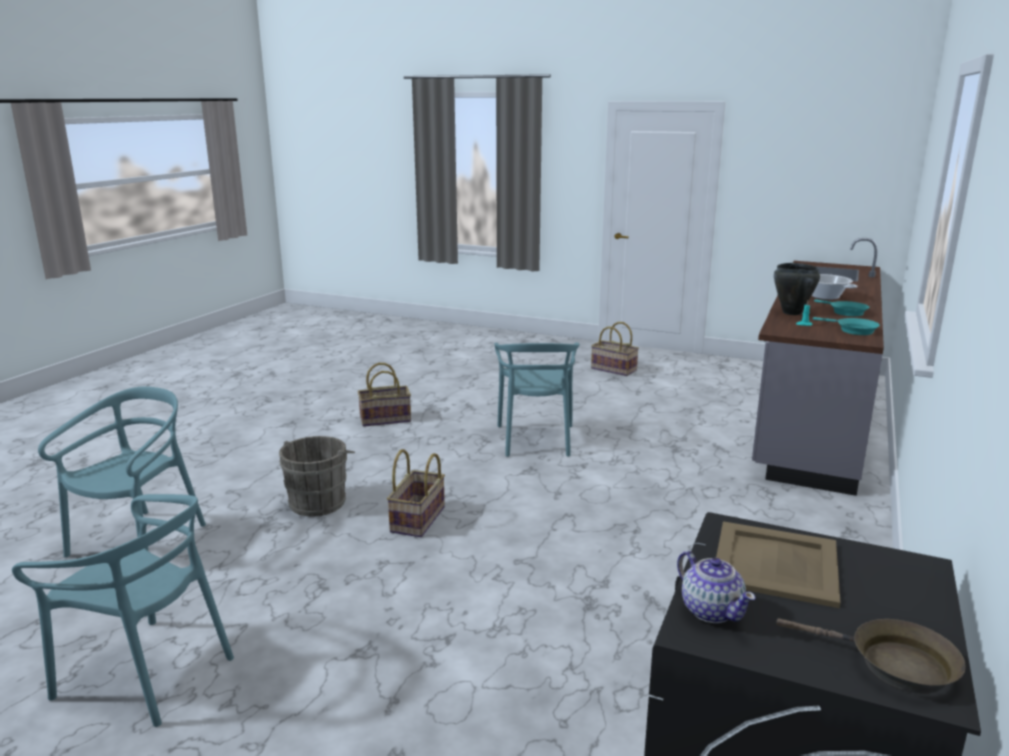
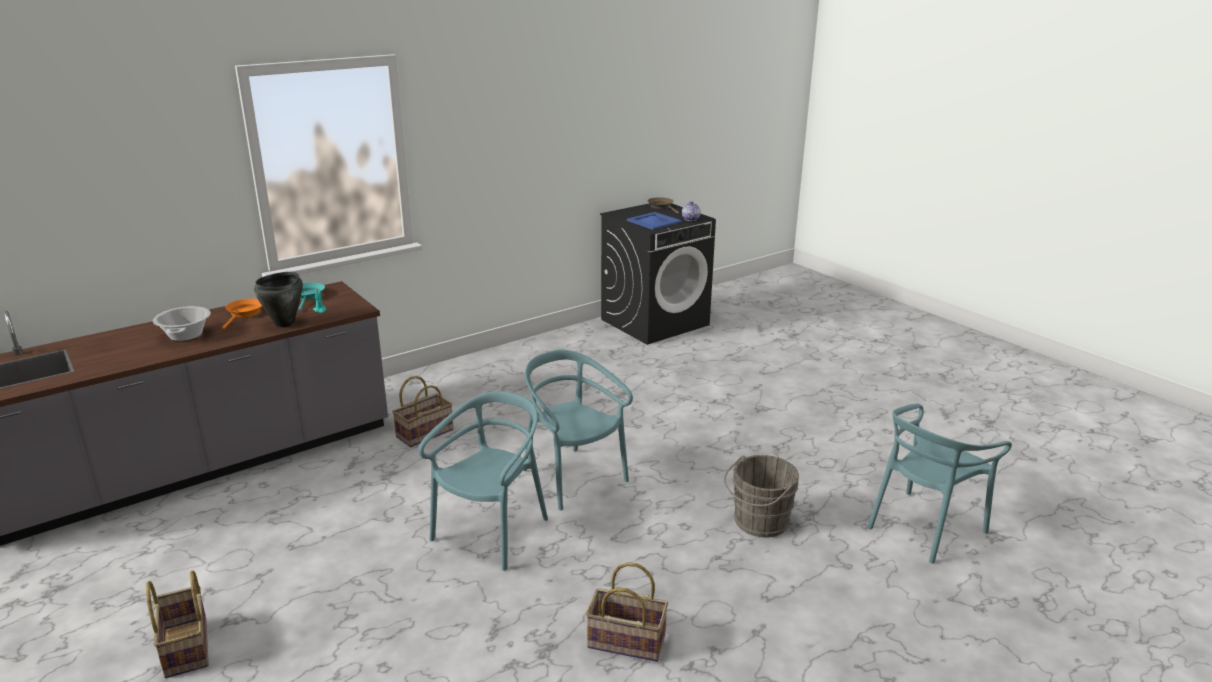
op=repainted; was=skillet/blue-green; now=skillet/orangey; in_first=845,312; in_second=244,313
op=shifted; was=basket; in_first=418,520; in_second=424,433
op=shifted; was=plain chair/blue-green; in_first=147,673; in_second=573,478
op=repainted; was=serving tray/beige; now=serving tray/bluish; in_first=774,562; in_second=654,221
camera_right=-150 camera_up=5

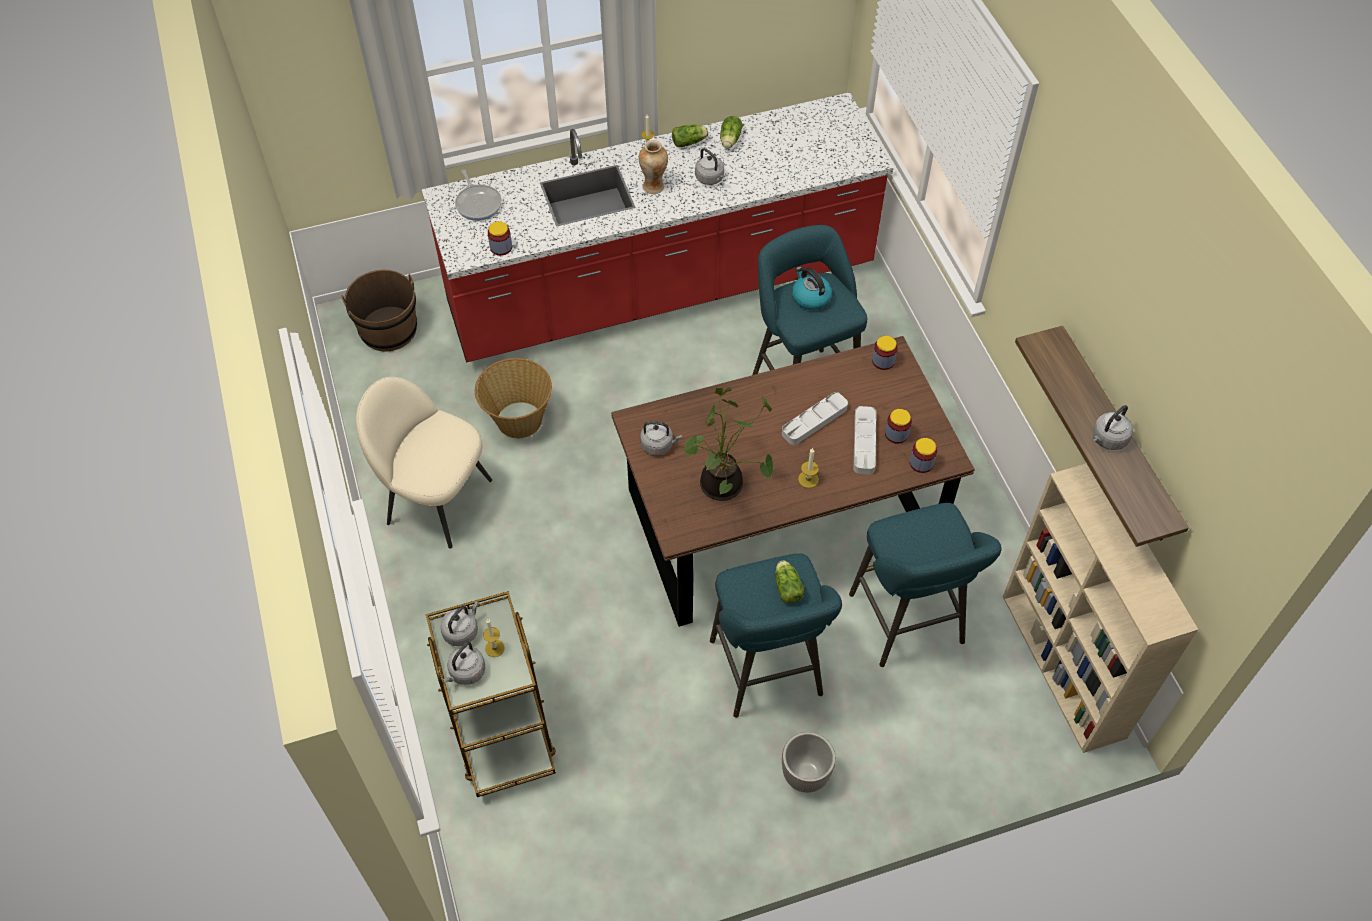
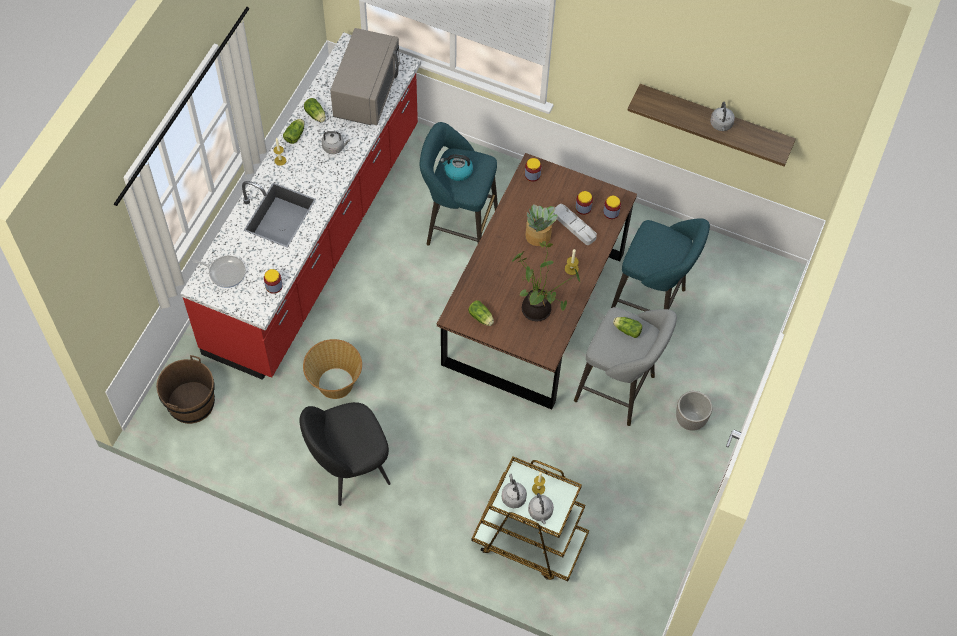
op=gone; was=flower vase; in_first=653,186
op=repainted; was=plain chair/beige; now=plain chair/black; in_first=436,500; in_second=349,467
op=swapped; was=serving tray/gray; now=plant in a pot; in_first=814,421; in_second=538,236
op=swapped; was=tea kettle/gray; now=lettuce head; in_first=658,445; in_second=481,318
op=gone; was=bookcase/beige; in_first=1064,667
op=repainted; was=stool/blue-green; now=stool/gray; in_first=768,674; in_second=619,390
op=new; now=microwave/gray; in_second=366,92
camera_right=-50 camera_up=5

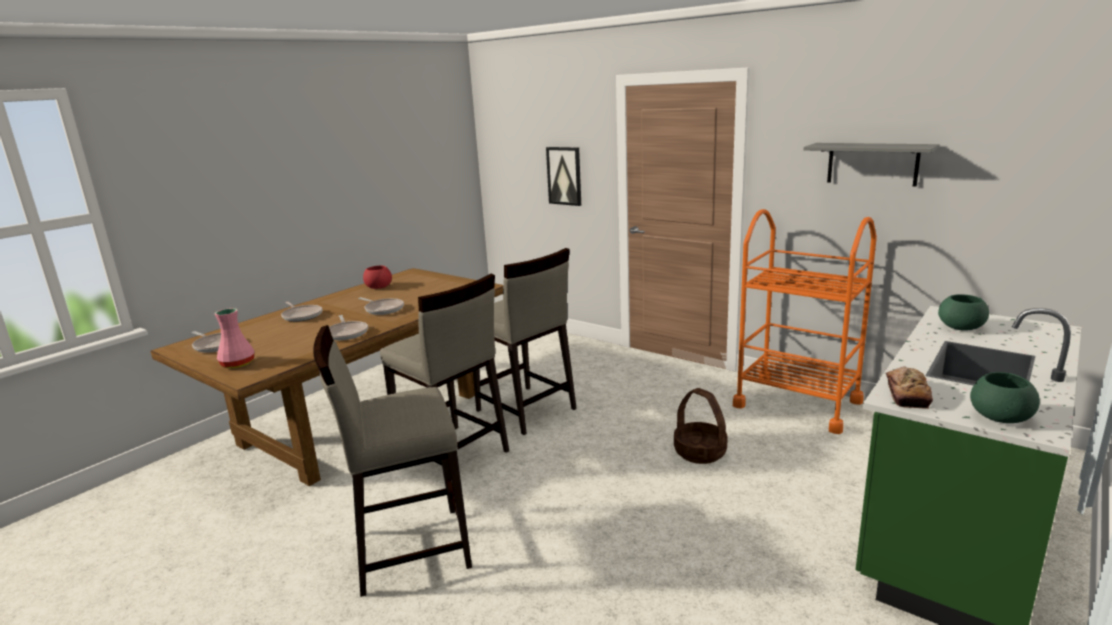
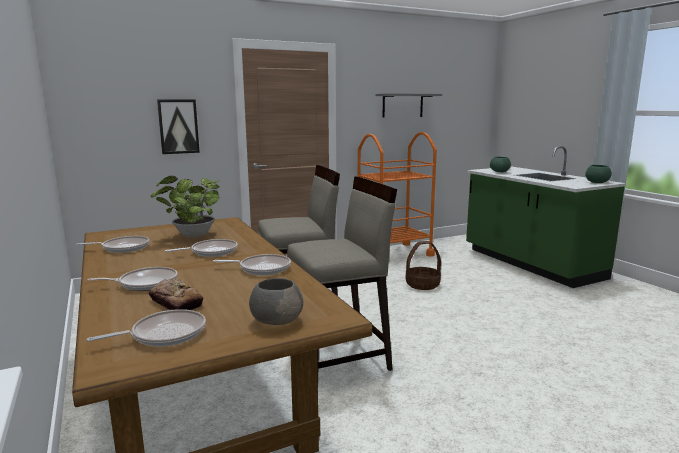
op=swapped; was=deep dish/red-coloured; now=skillet; in_first=379,287; in_second=123,248
op=swapped; was=flower vase/pink-coloured; now=deep dish/gray; in_first=239,364; in_second=277,320
op=gone; was=stool/beige; in_first=409,549
op=shifted; was=baked bread; in_first=907,394; in_second=176,303
op=new; now=plant in a pot; in_second=192,236
camera_right=-65 camera_up=-5

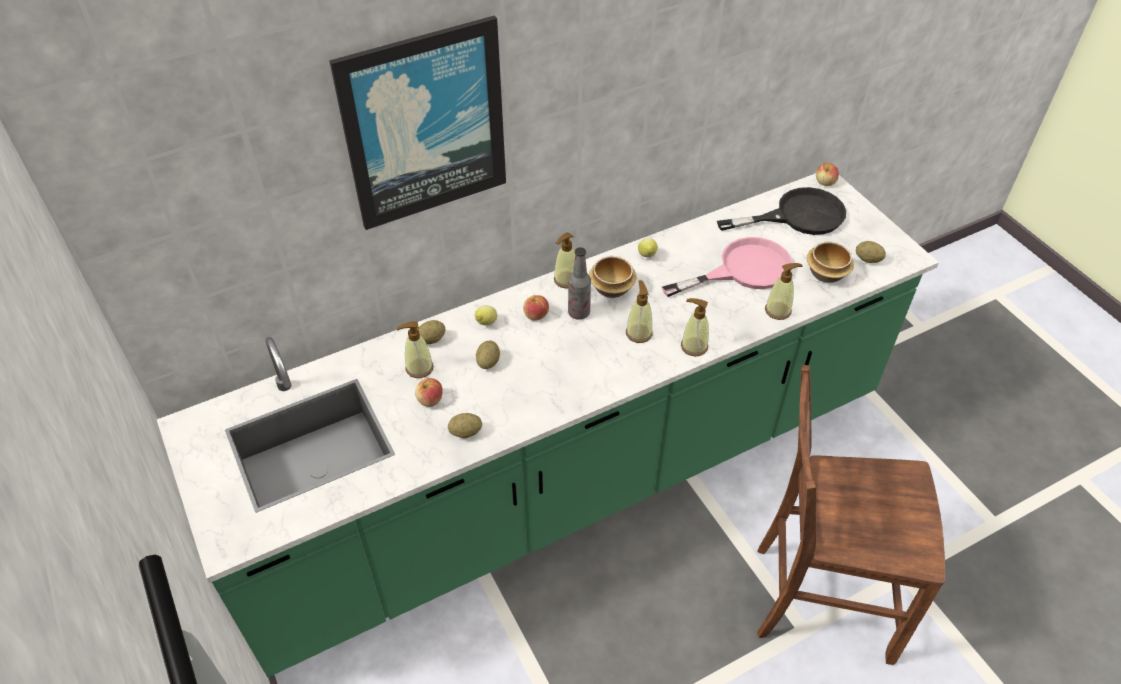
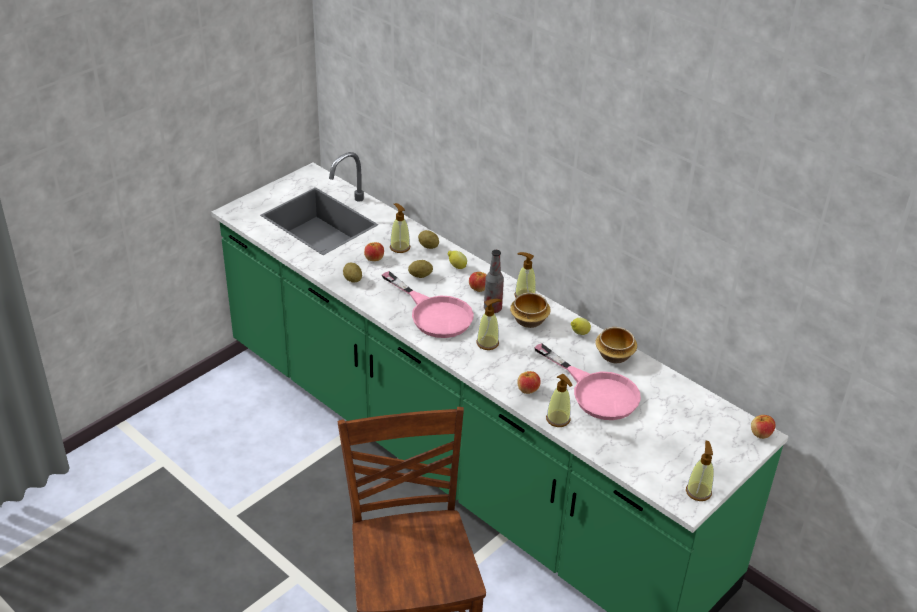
op=gone; was=picture; in_first=424,124
op=gone; was=skillet/black; in_first=797,216
op=shifted; was=deep dish; in_first=826,273; in_second=615,355
op=gone; was=spud; in_first=868,259
op=shifted; was=soap dispenser; in_first=694,346; in_second=698,491
op=new; now=skillet/pink-coloured; in_second=434,313
op=new; now=apple fruit; in_second=527,389
camera_right=70 camera_up=-10

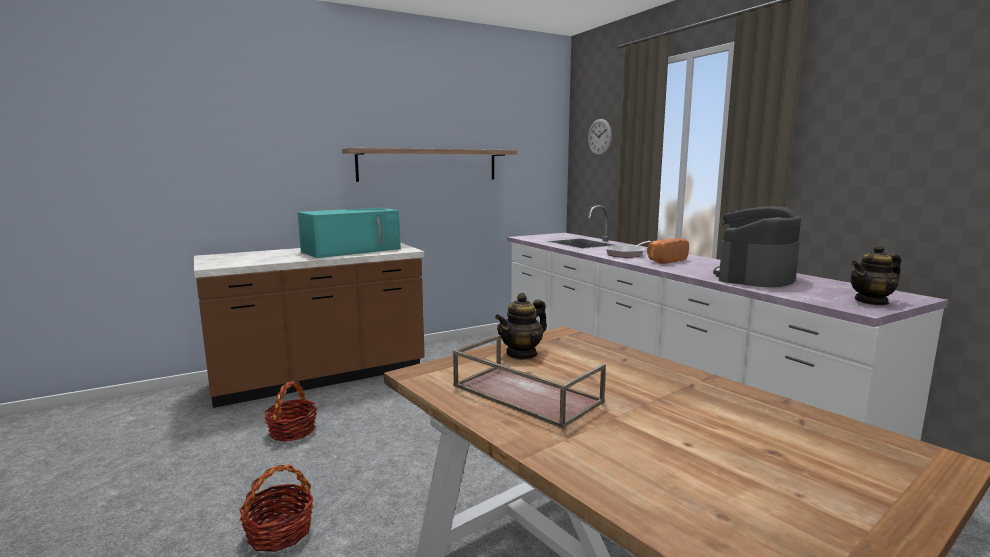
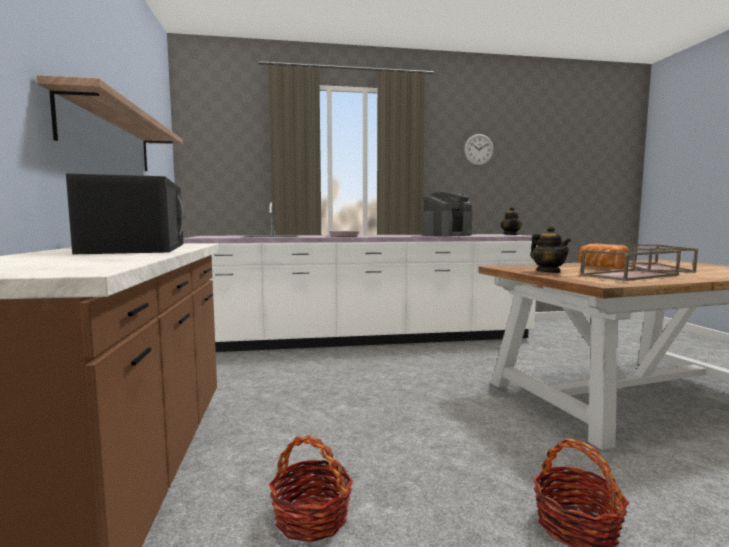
op=shifted; was=clock on the wall; in_first=599,137; in_second=478,149
op=rotated; was=coffee brewer; in_first=754,277; in_second=447,235; clockwise=-105
op=repainted; was=microwave/blue-green; now=microwave/black; in_first=352,250; in_second=137,248
op=shifted; was=baked bread; in_first=665,261; in_second=599,268
op=new; now=serving tray/brownish; in_second=654,267
camera_right=-70 camera_up=-5

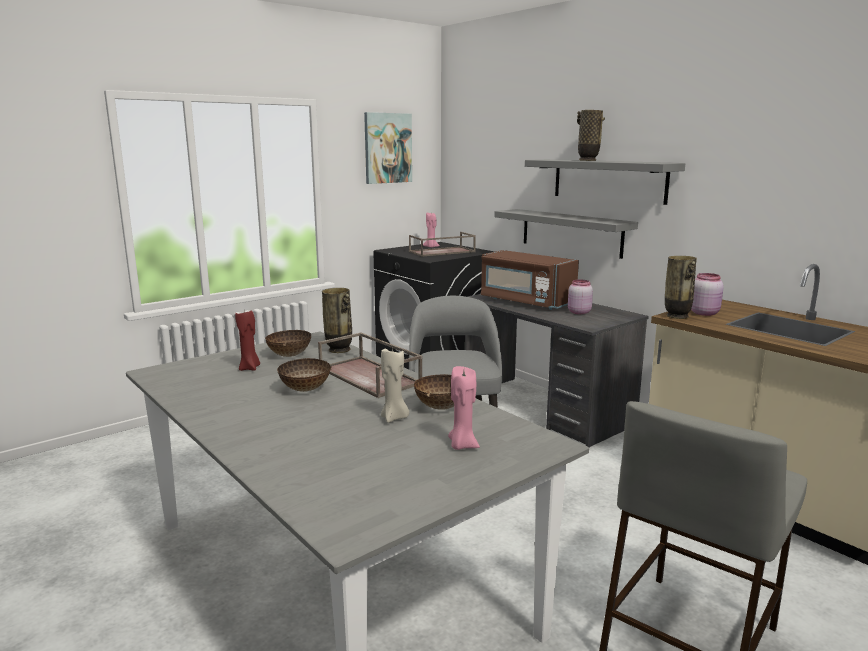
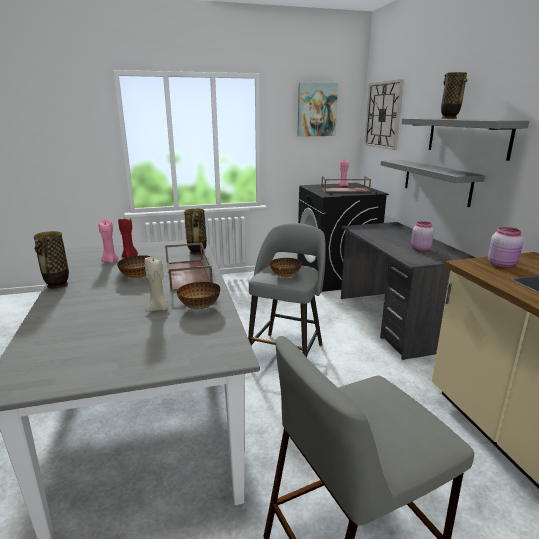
op=gone; was=microwave/brownish; in_first=525,302
op=shifted; was=flower vase; in_first=677,316; in_second=57,286
op=shifted; was=deep dish; in_first=289,355; in_second=285,276
op=shifted; was=wax candle/pink-coloured; in_first=462,445; in_second=110,261
op=new; now=clock on the wall; in_second=383,115
camera_right=25 camera_up=5

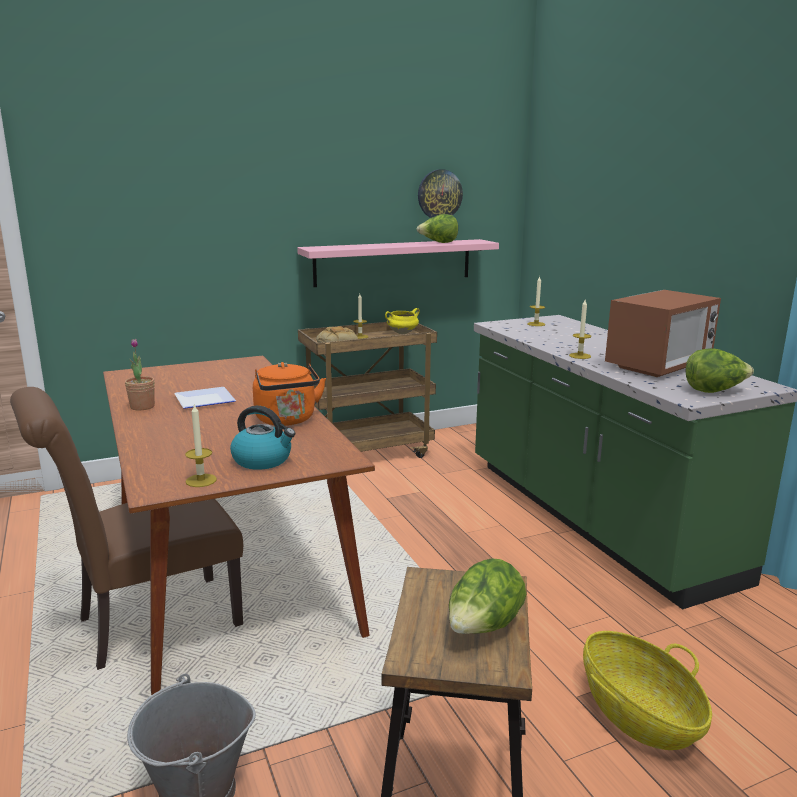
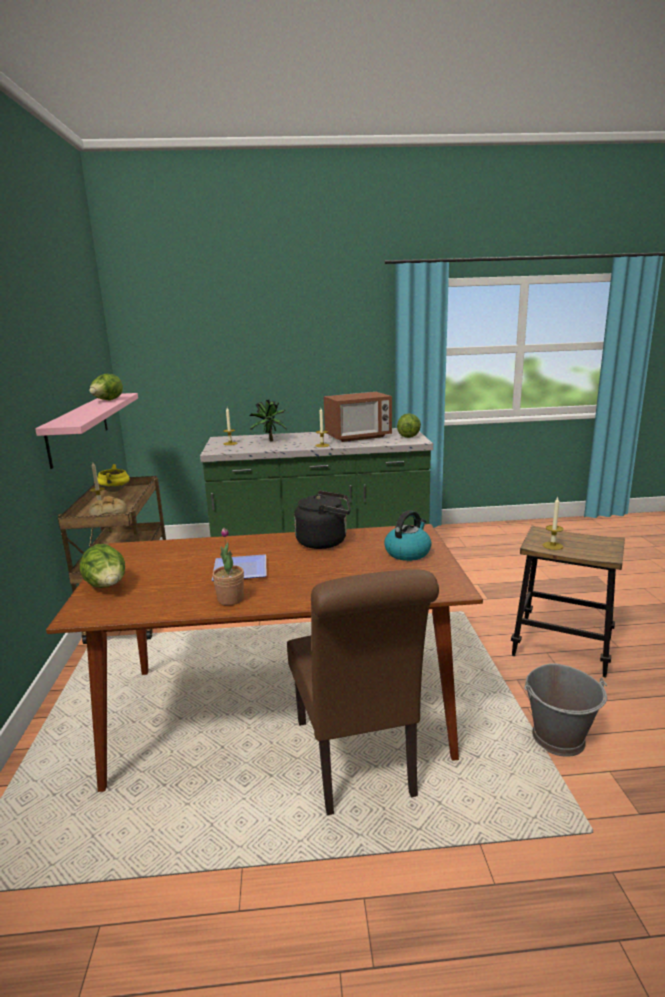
op=gone; was=clock on the wall; in_first=439,194
op=rotated; was=microwave; in_first=658,366; in_second=358,437; clockwise=90
op=repainted; was=tea kettle/orangey; now=tea kettle/black; in_first=287,420; in_second=325,541
op=shifted; was=wax candle; in_first=201,480; in_second=552,546
op=shifted; was=lettuce head; in_first=483,628; in_second=107,587
op=gone; was=basket; in_first=638,714
op=new; now=plant in a pot; in_second=270,441
camera_right=-70 camera_up=0

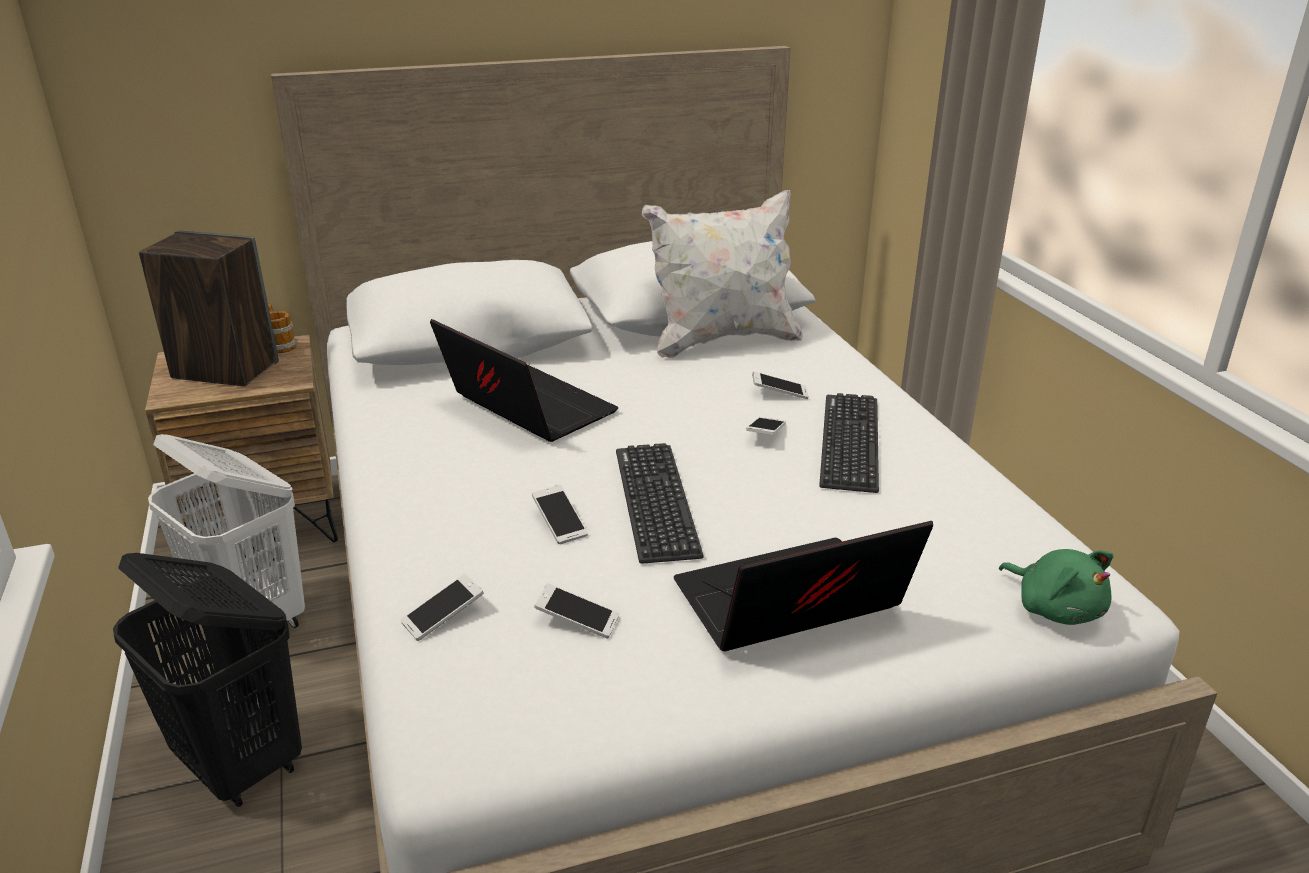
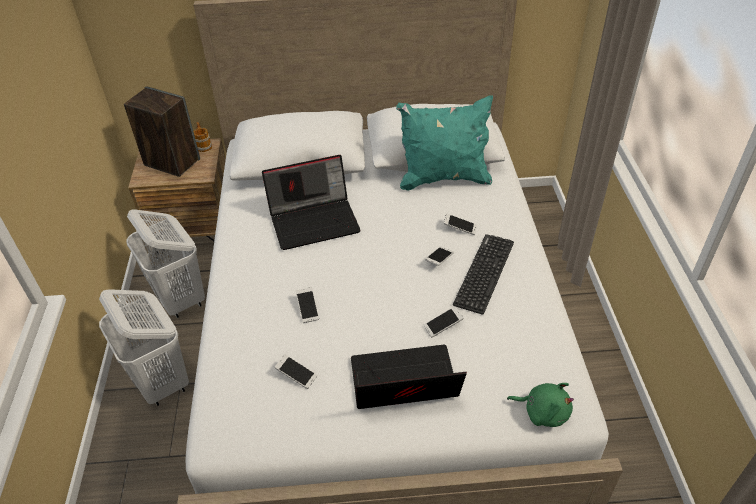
op=repainted; was=pillow/whitish; now=pillow/blue-green; in_first=722,340; in_second=443,178
op=rotated; was=notebook computer; in_first=525,408; in_second=315,220; clockwise=105
op=gone; was=computer keyboard; in_first=656,502
op=rotated; was=plush toy/green; in_first=1055,608; in_second=543,412; clockwise=-45
op=repainted; was=laundry basket/black; now=laundry basket/whitish; in_first=240,764; in_second=162,382
op=shifted; was=handset; in_first=443,616; in_second=443,325
camera_right=15 camera_up=15

